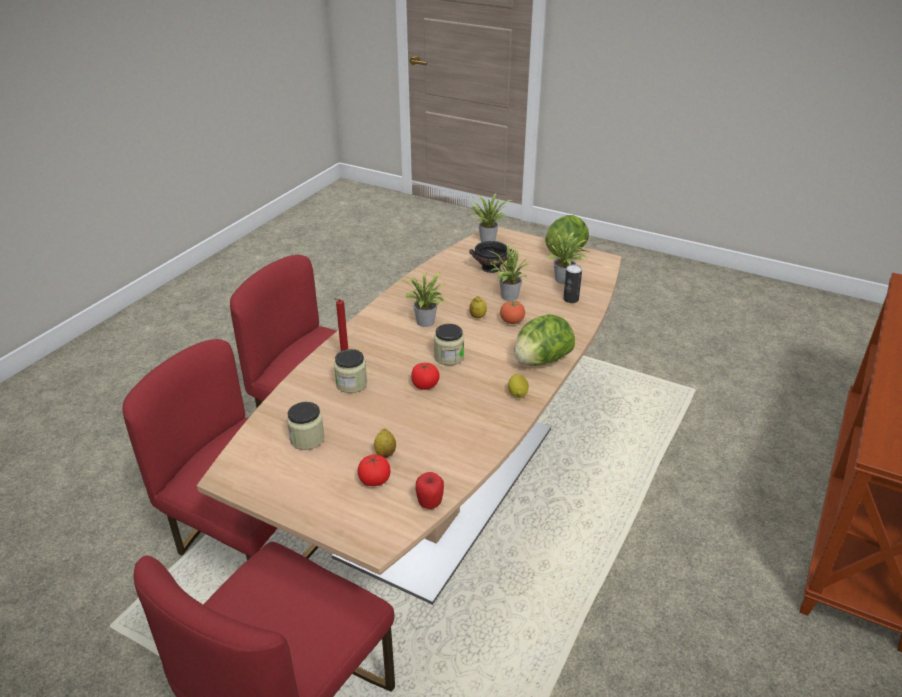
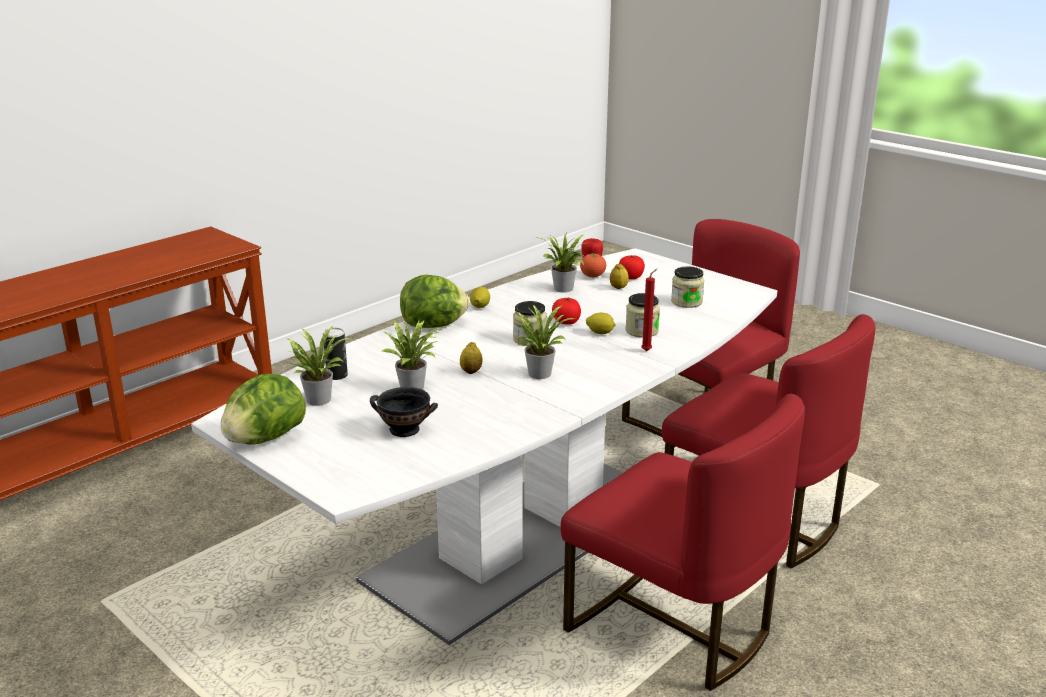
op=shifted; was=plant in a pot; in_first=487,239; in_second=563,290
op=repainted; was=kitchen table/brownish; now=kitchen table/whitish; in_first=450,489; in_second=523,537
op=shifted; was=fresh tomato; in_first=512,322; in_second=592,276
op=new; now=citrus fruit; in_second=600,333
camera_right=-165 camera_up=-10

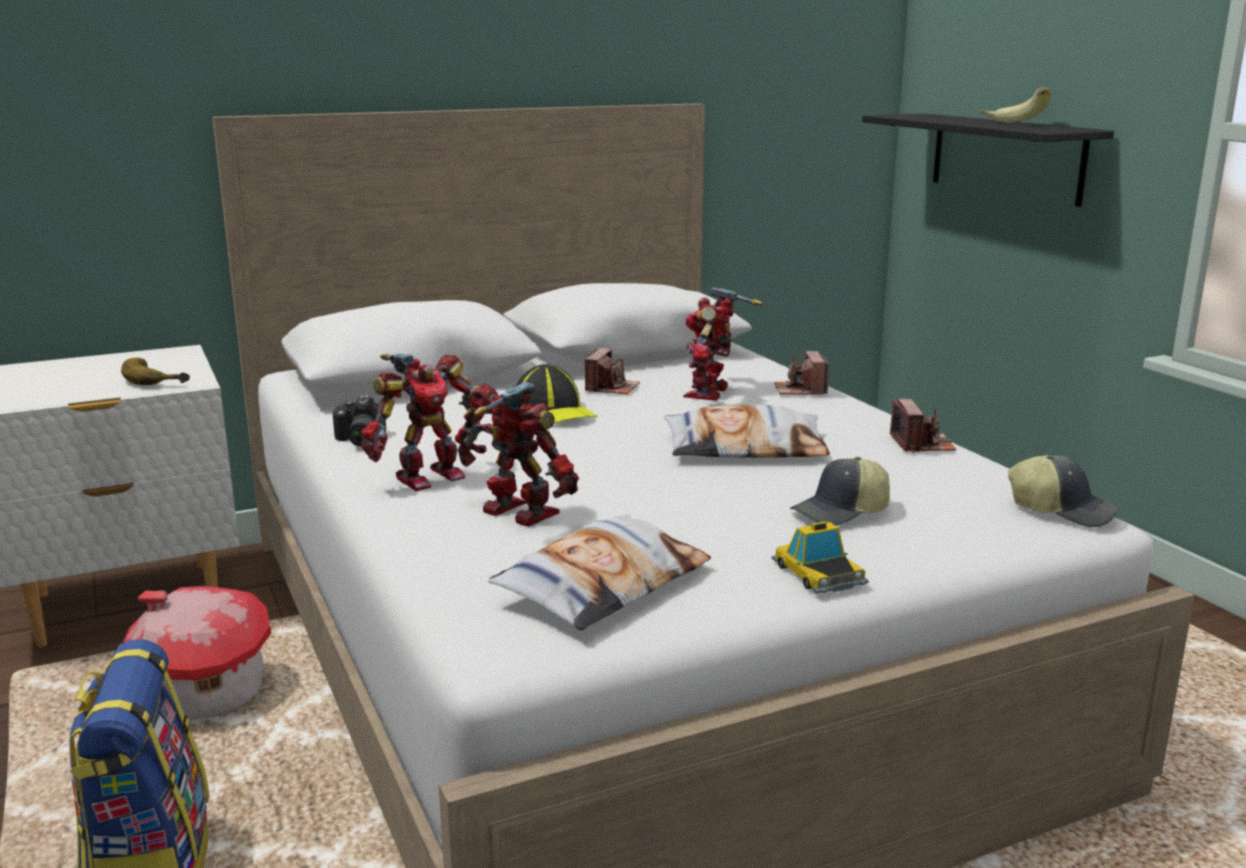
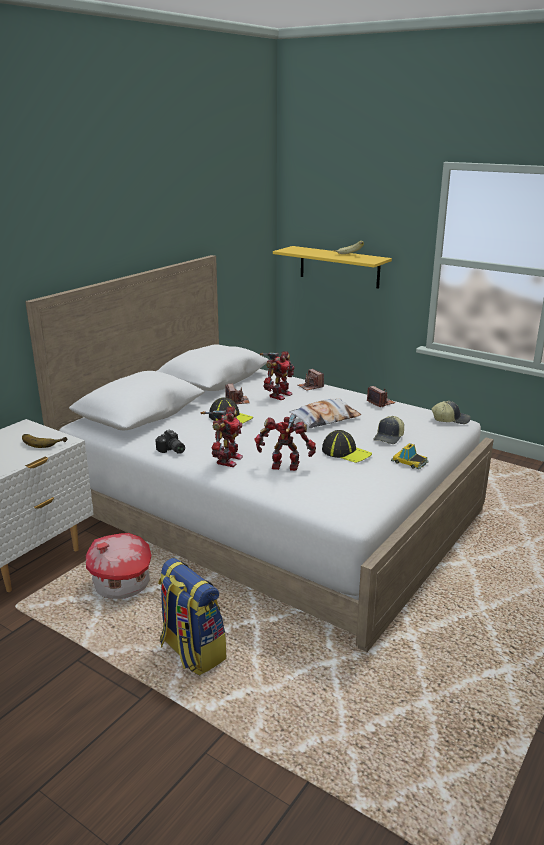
op=repainted; was=shelf/black; now=shelf/yellowish; in_first=1006,157; in_second=339,267
op=rotated; was=model robot; in_first=710,392; in_second=279,395; clockwise=-135
op=gone; was=pillow; in_first=603,585
op=new; now=peaked cap; in_second=346,452
camera_right=-30 camera_up=5

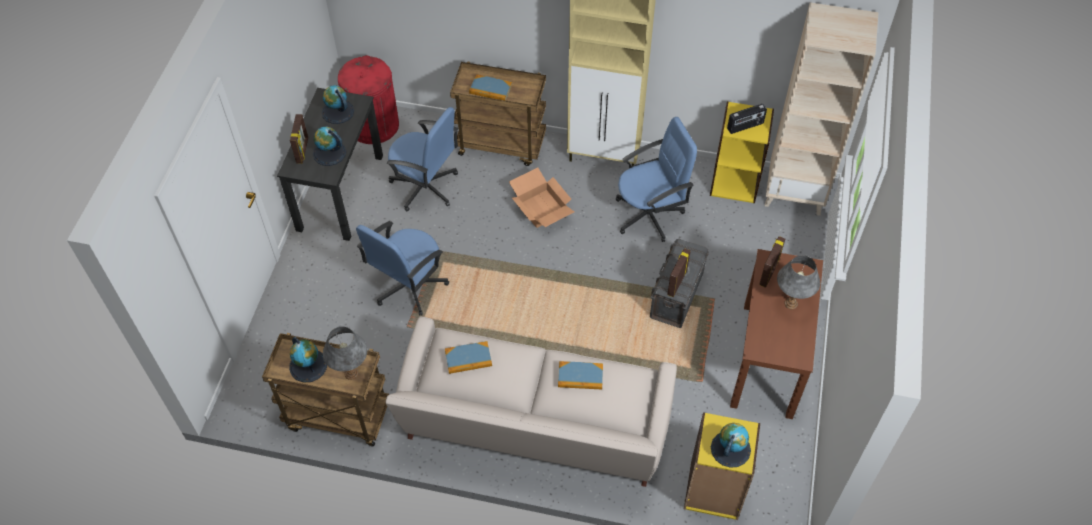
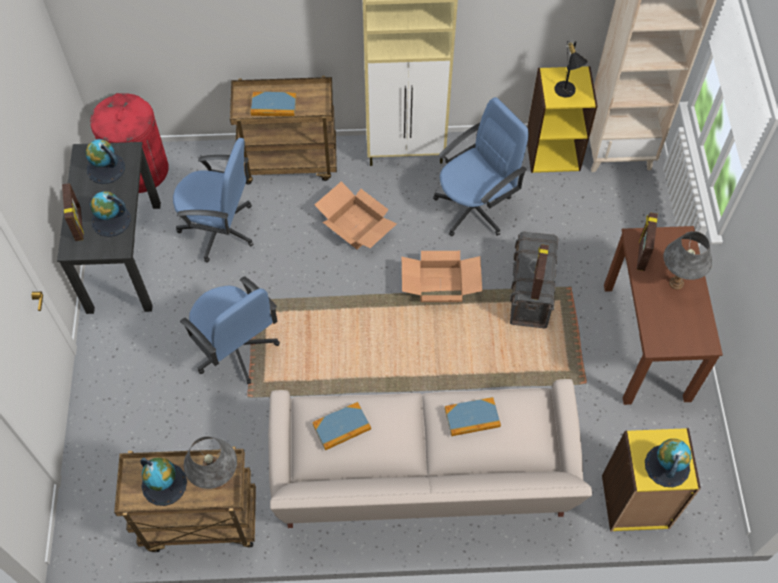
op=swapped; was=radio set; now=table lamp/black; in_first=745,126; in_second=566,92
op=rotated; was=desk chair/bluish; in_first=409,286; in_second=235,349; clockwise=-60
op=new; now=carton; in_second=439,285
camera_right=-15 camera_up=5

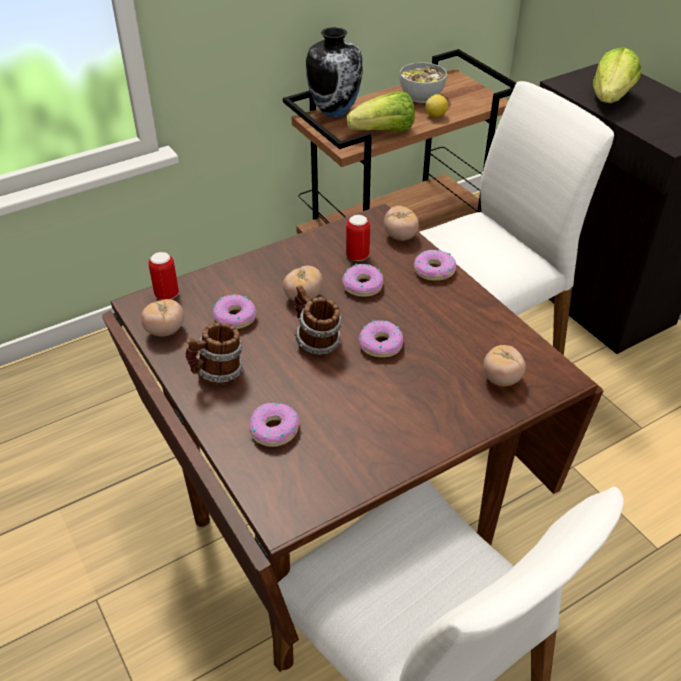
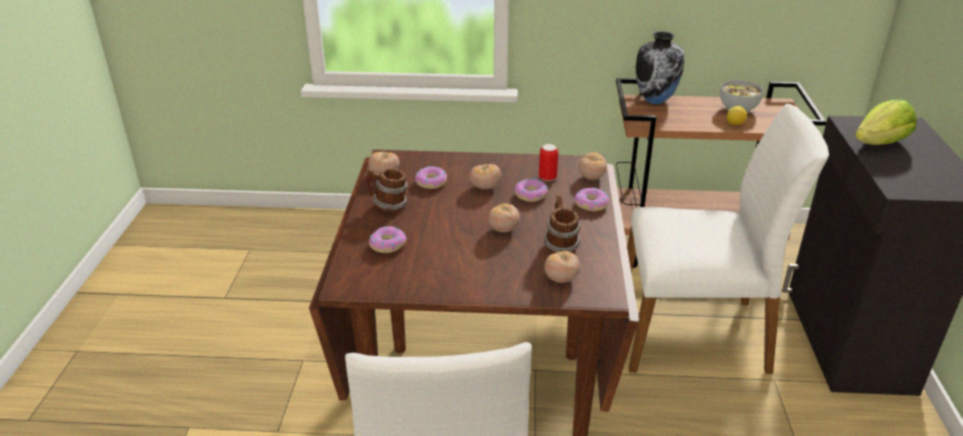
op=gone; was=lettuce head; in_first=384,132
op=gone; was=sealed can; in_first=167,295
op=shifted; was=coffee mug; in_first=316,342; in_second=560,244
op=swapped; was=ring doughnut; now=fresh tomato; in_first=381,344; in_second=503,229
camera_right=35 camera_up=-10

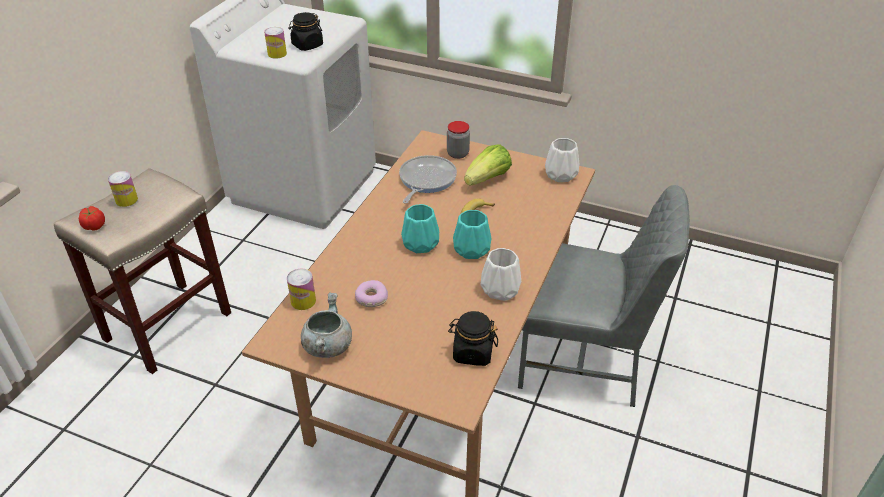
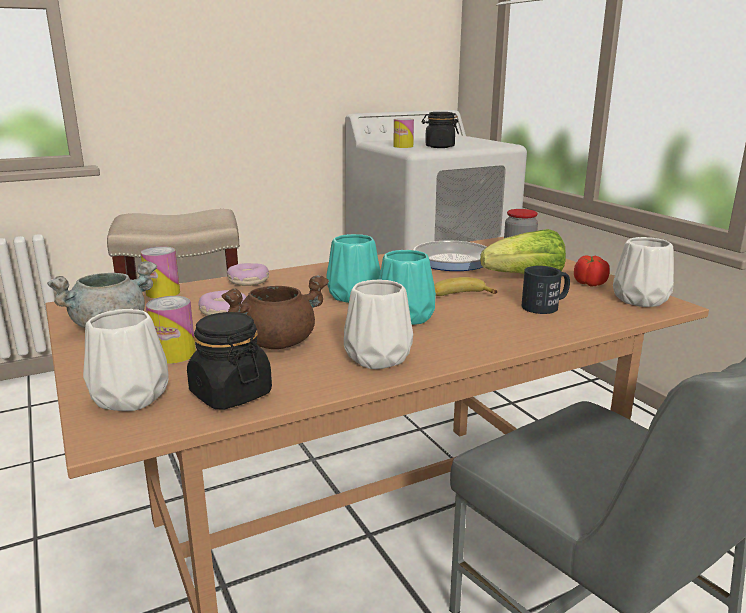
op=shifted; was=sealed can; in_first=126,200; in_second=174,354
op=shifted; was=fresh tomato; in_first=94,226; in_second=590,283
op=new; now=ring doughnut; in_second=249,281
op=new; now=coffee mug/black; in_second=546,306
op=new; now=saucepot/brownish; in_second=278,342
op=new; now=flower vase/whitish; in_second=132,397
camera_right=40 camera_up=-20

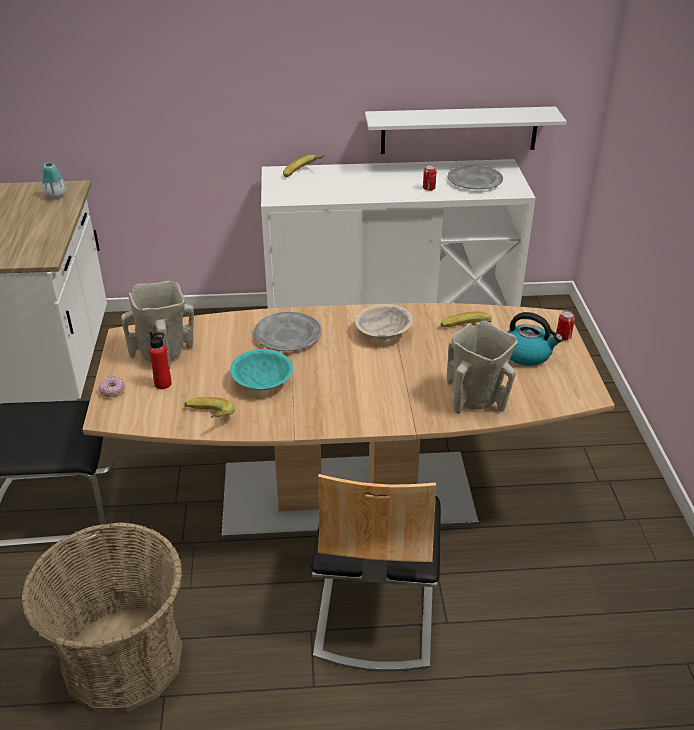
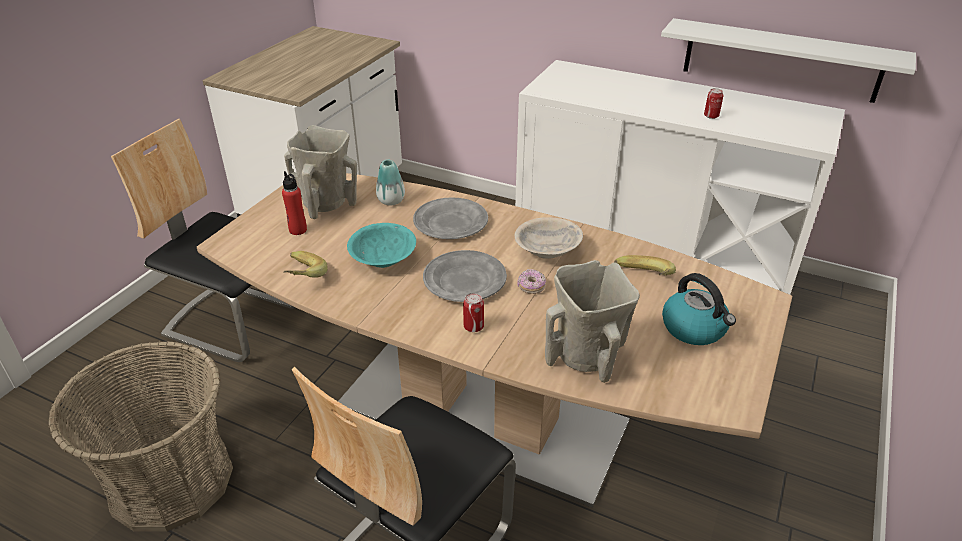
op=gone; was=banana; in_first=304,174
op=shifted; was=flower vase; in_first=55,196; in_second=391,201
op=shifted; was=flat dish/gray; in_first=474,181; in_second=464,280
op=shifted; was=sealed can; in_first=563,337; in_second=473,327
op=shifted; was=ring doughnut; in_first=112,391; in_second=531,287
camera_right=30 camera_up=0

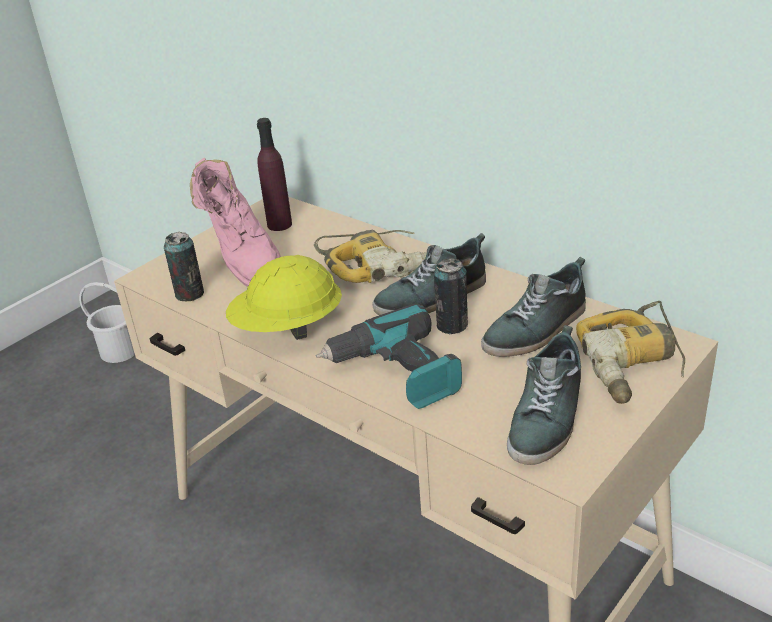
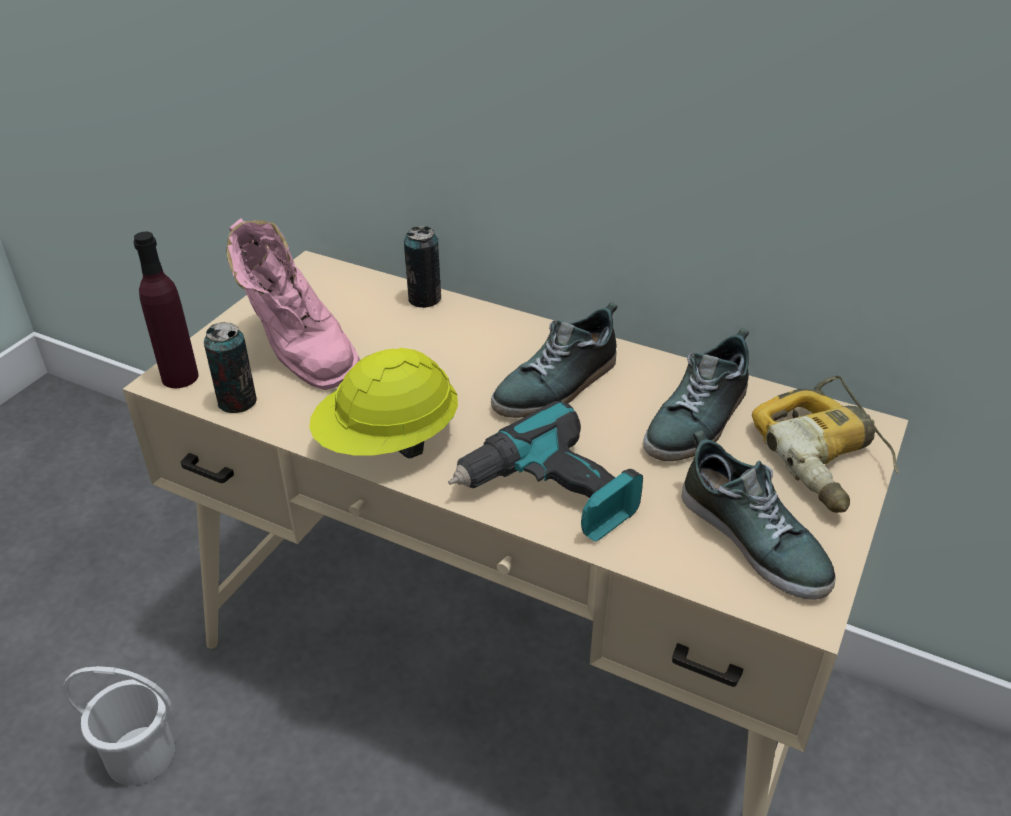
op=shifted; was=bottle/purple; in_first=279,225; in_second=180,377
op=gone; was=drill; in_first=381,264
op=shifted; was=sealed can; in_first=452,325; in_second=424,299
op=shifted; was=water bucket/whitish; in_first=119,350; in_second=140,753
op=rotated; was=shoe; in_first=548,417; in_second=754,537; clockwise=-45
camera_right=-15 camera_up=5

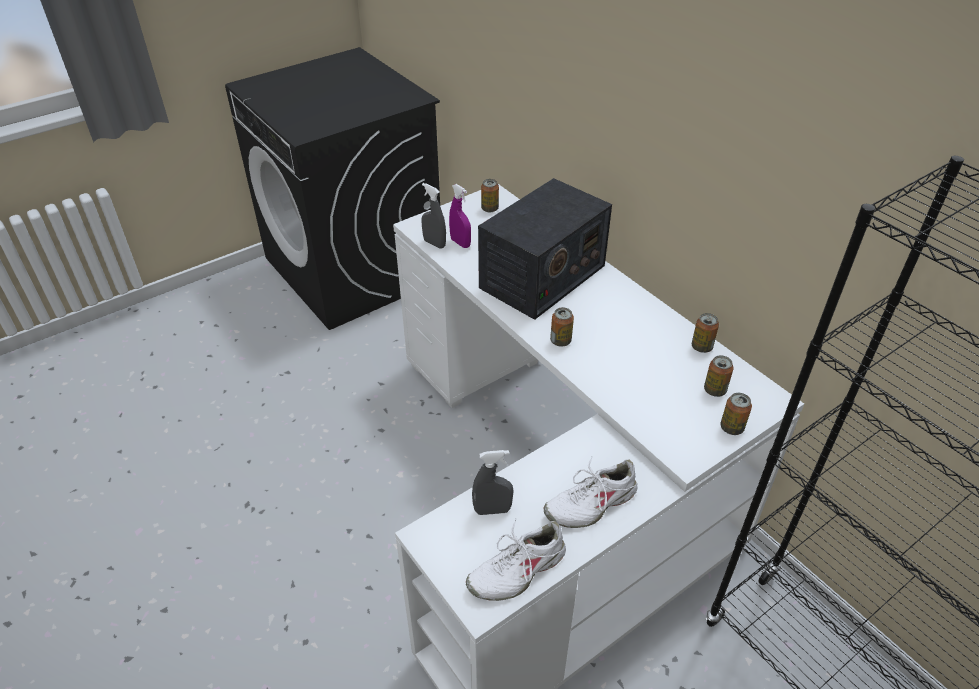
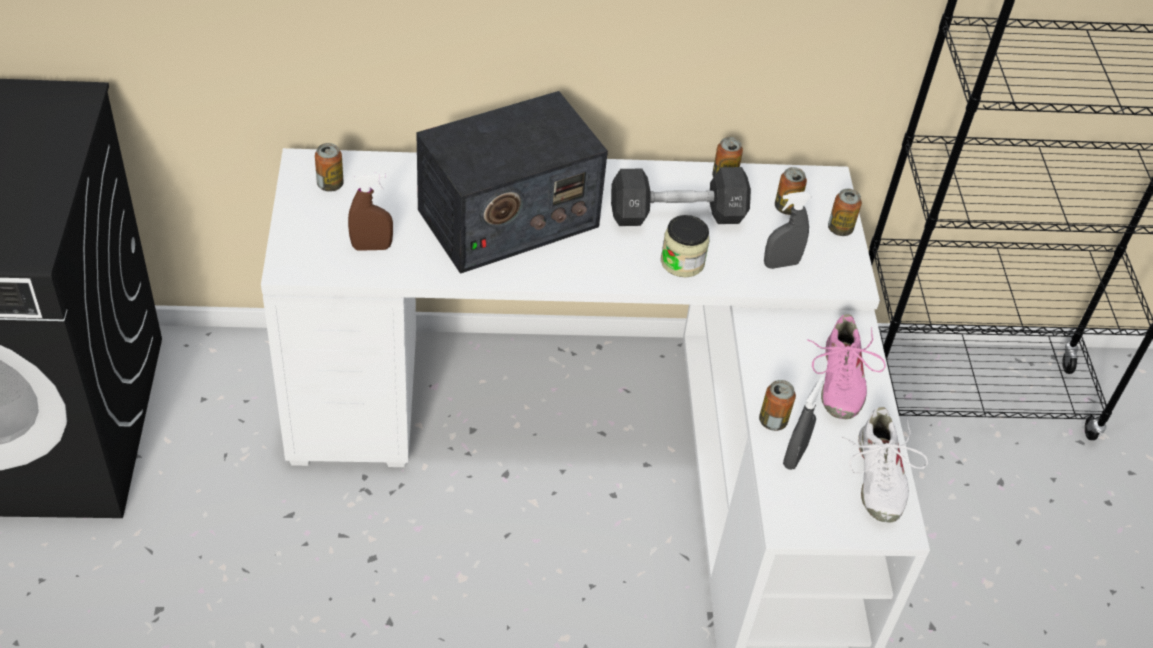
op=rotated; was=radio set; in_first=542,277; in_second=507,219; clockwise=75
op=shifted; was=spray bottle/gray; in_first=434,243; in_second=781,264
op=repainted; was=spray bottle/purple; now=spray bottle/brownish; in_first=460,243; in_second=371,247
op=shifted; was=sealed can; in_first=560,341; in_second=773,421
op=repainted; was=shoe/whitish; now=shoe/pink-coloured; in_first=590,503; in_second=839,381
op=new; now=hand weight/black; in_second=677,214
op=new; now=storage jar; in_second=682,262
camera_right=-60 camera_up=5

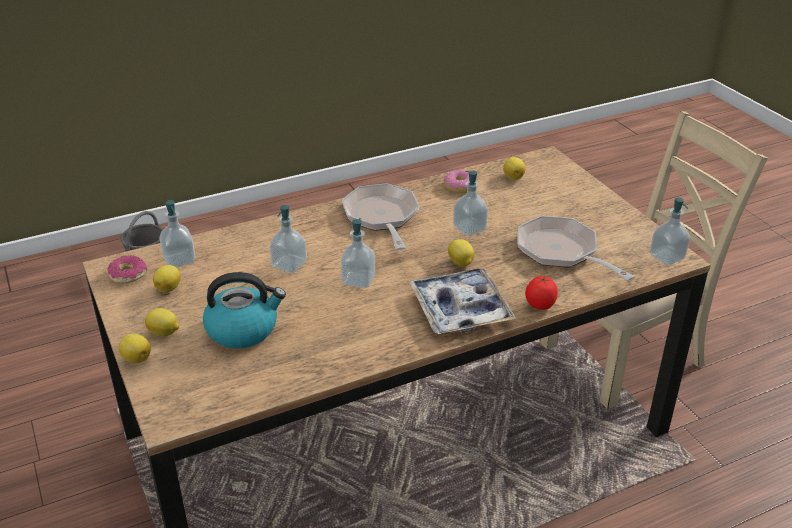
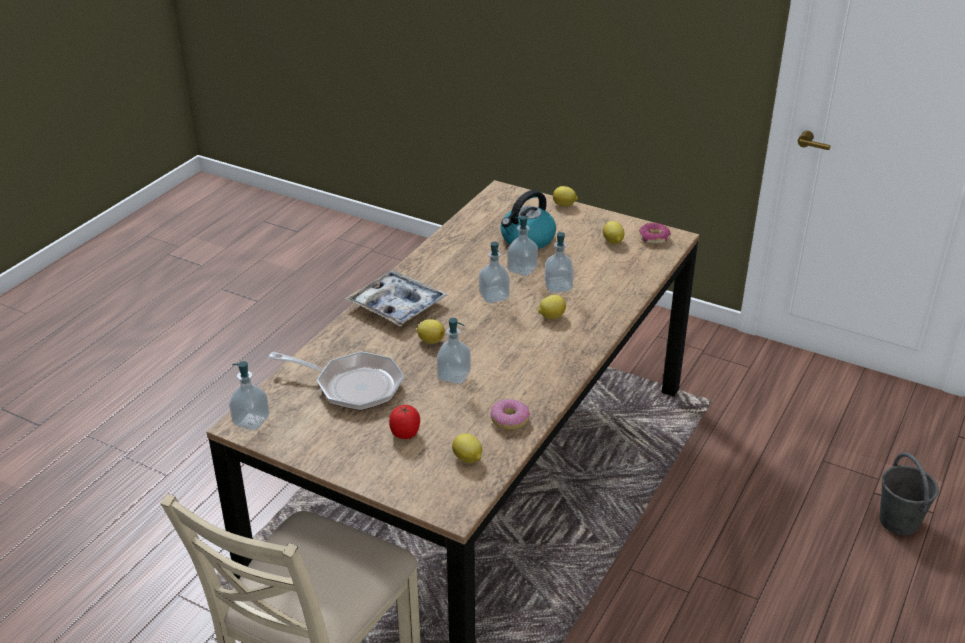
op=gone; was=skillet; in_first=382,218
op=shifted; was=soap dispenser; in_first=179,260; in_second=522,269
op=shifted; was=fresh tomato; in_first=539,306; in_second=405,433
op=shifted; was=citrus fruit; in_first=164,333; in_second=551,316
camera_right=145 camera_up=0

